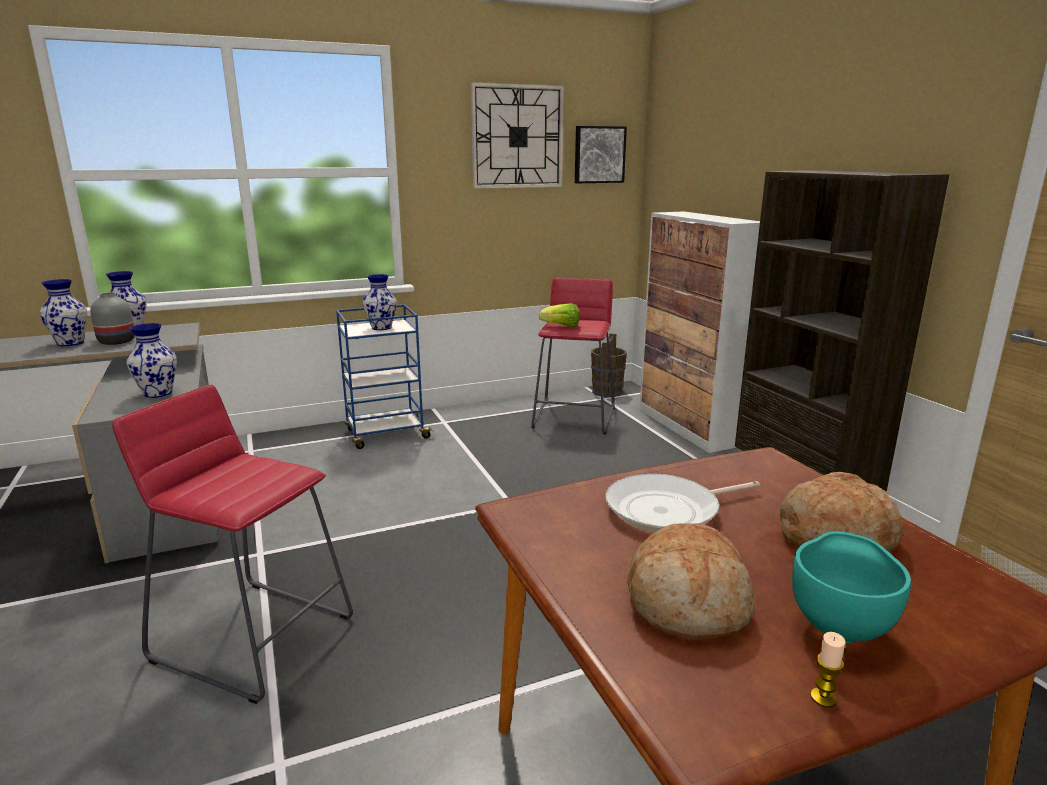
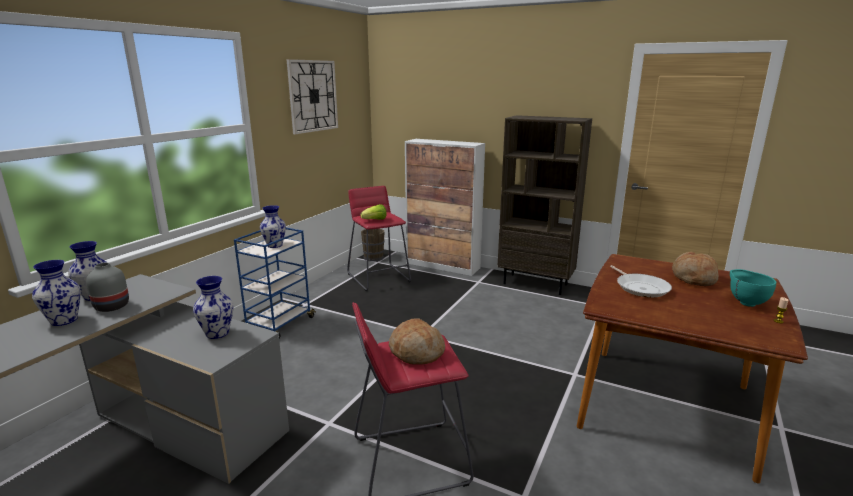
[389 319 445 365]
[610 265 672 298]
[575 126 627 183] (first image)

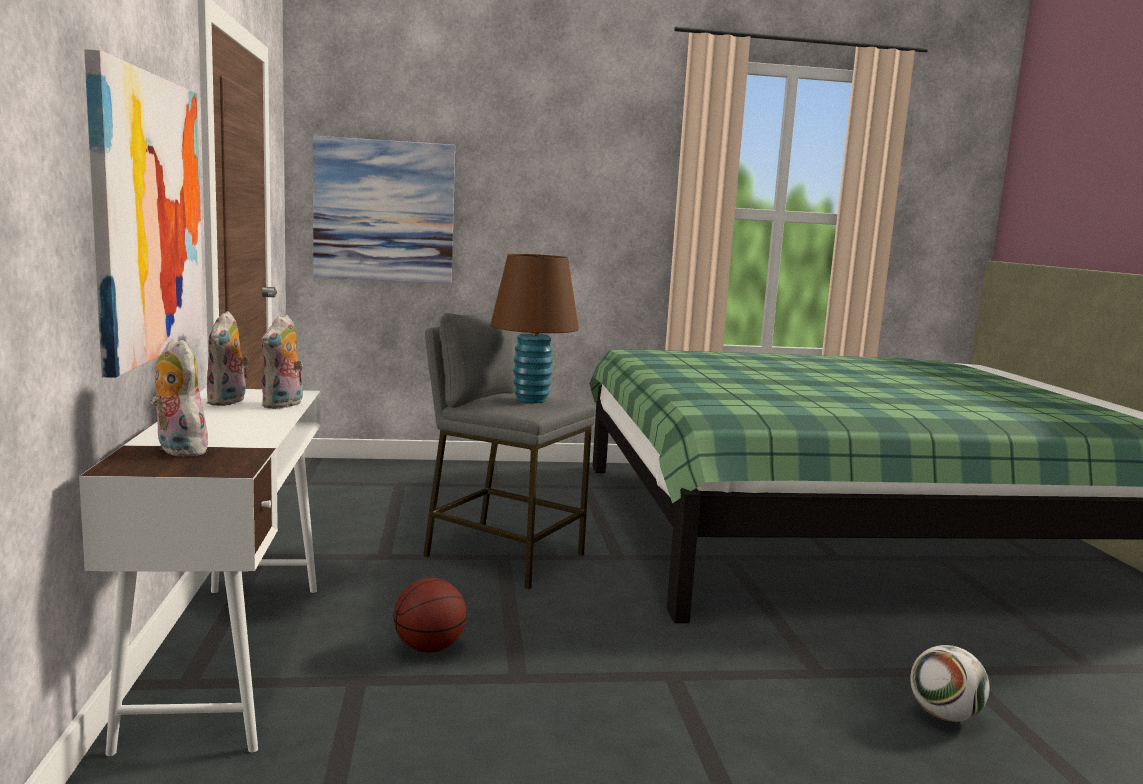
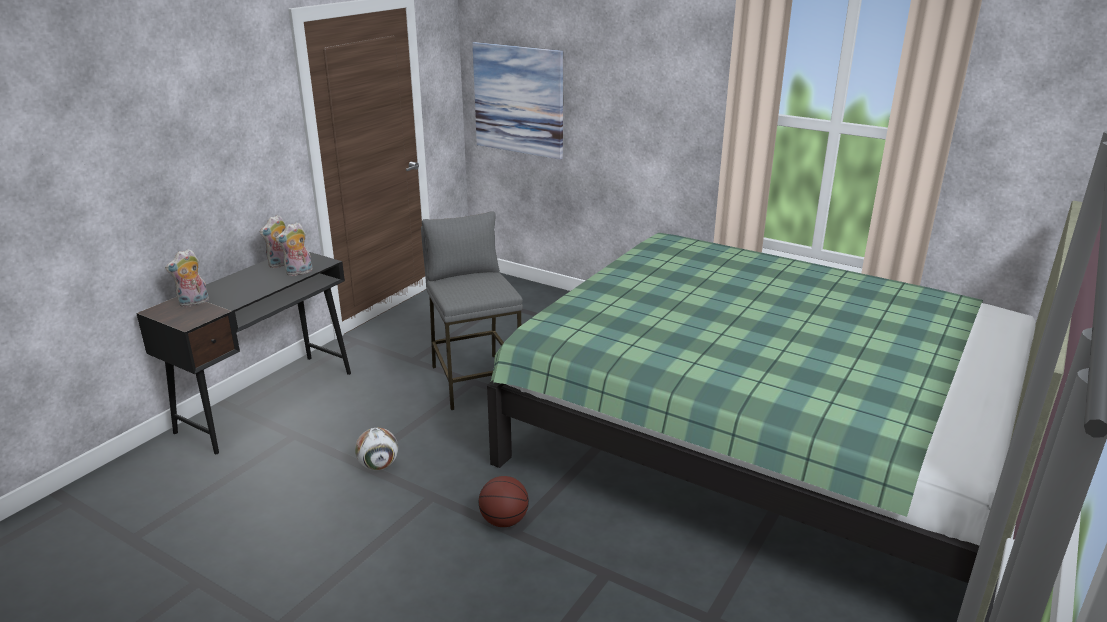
[136 252 351 454]
[165 249 209 307]
[355 428 398 470]
[478 476 529 527]
[84 49 204 378] (first image)
[490 254 579 403] (first image)

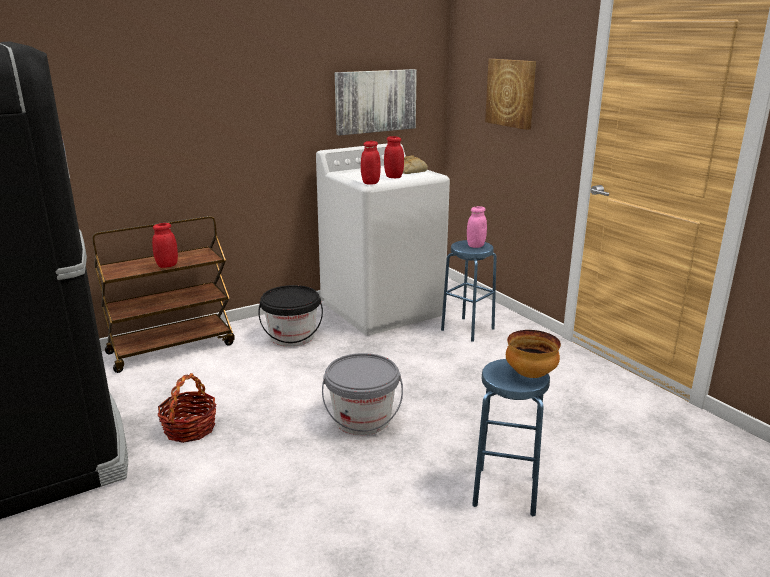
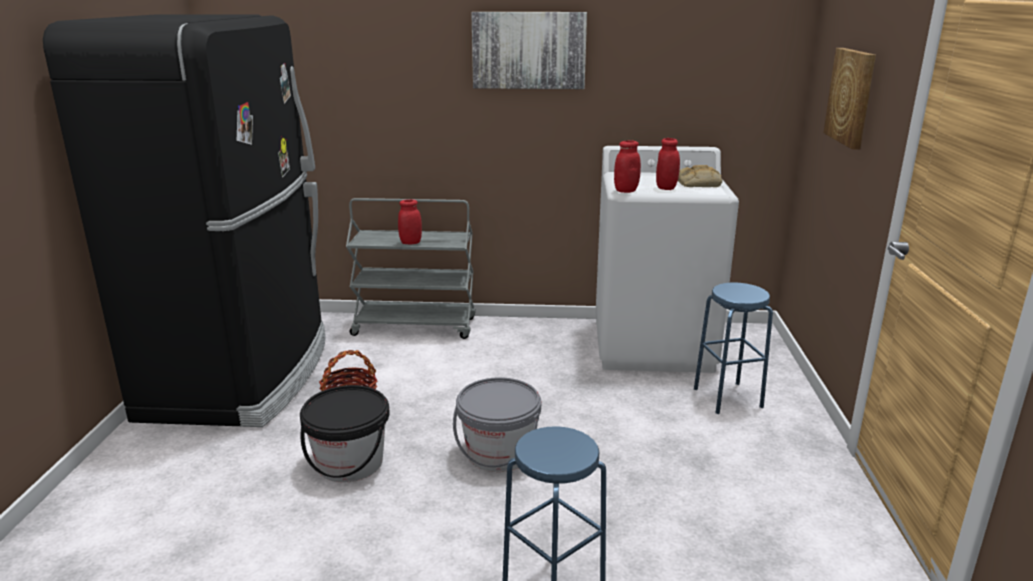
[300 385 390 482]
[346 198 476 339]
[471 12 587 89]
[467 206 487 248] (first image)
[506 330 561 378] (first image)

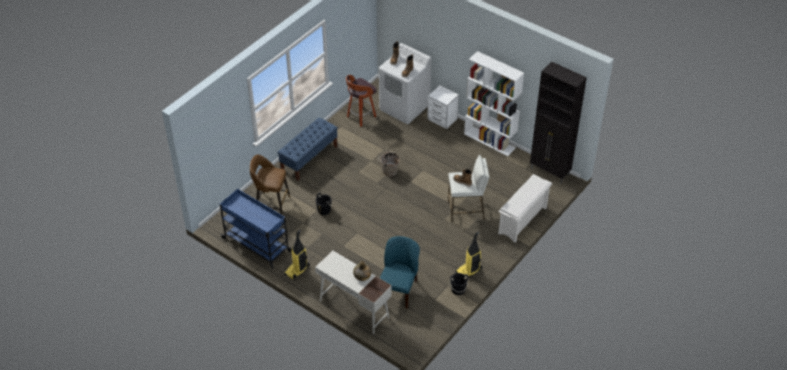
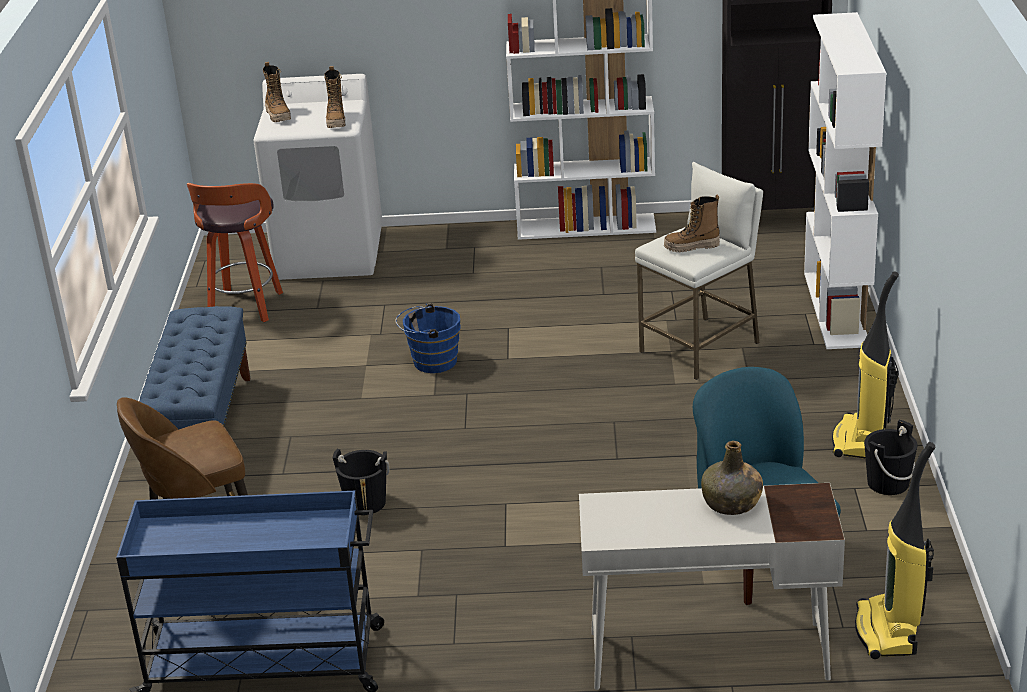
[395 304 461 373]
[804 12 886 349]
[855 442 935 659]
[427 85 459 129] (first image)

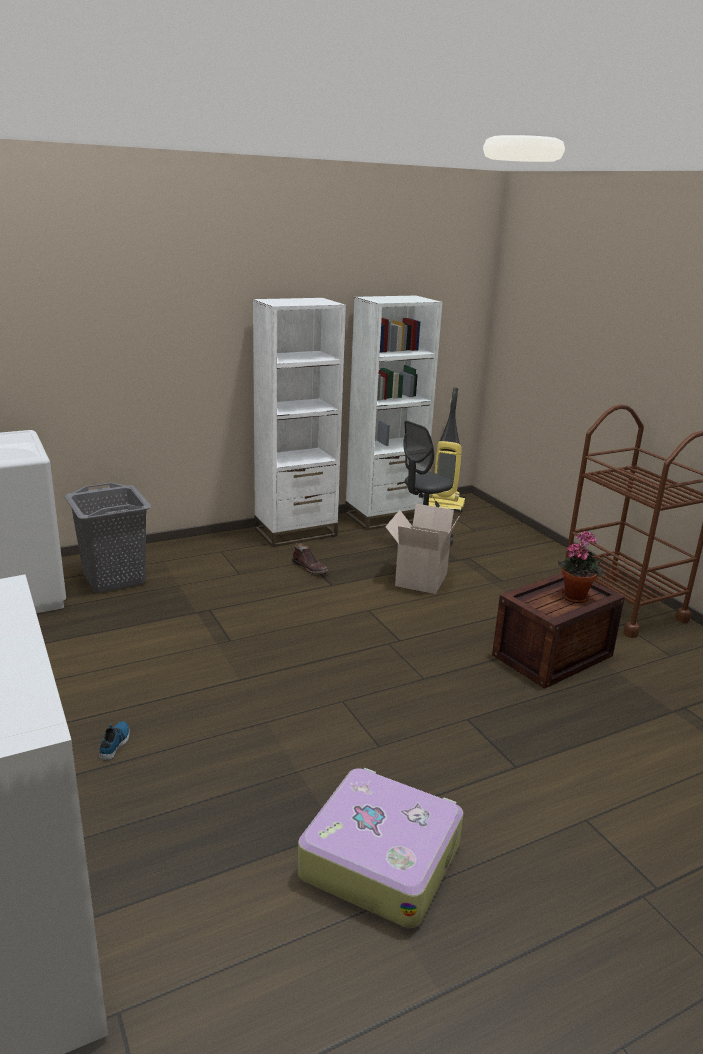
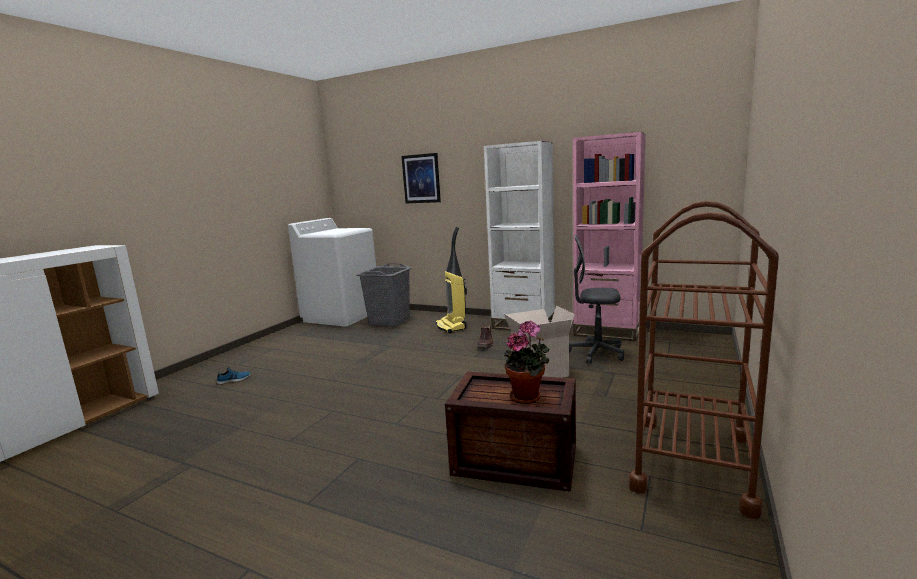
[402 153 441 203]
[436 227 467 333]
[573 132 646 341]
[298 768 464 928] (first image)

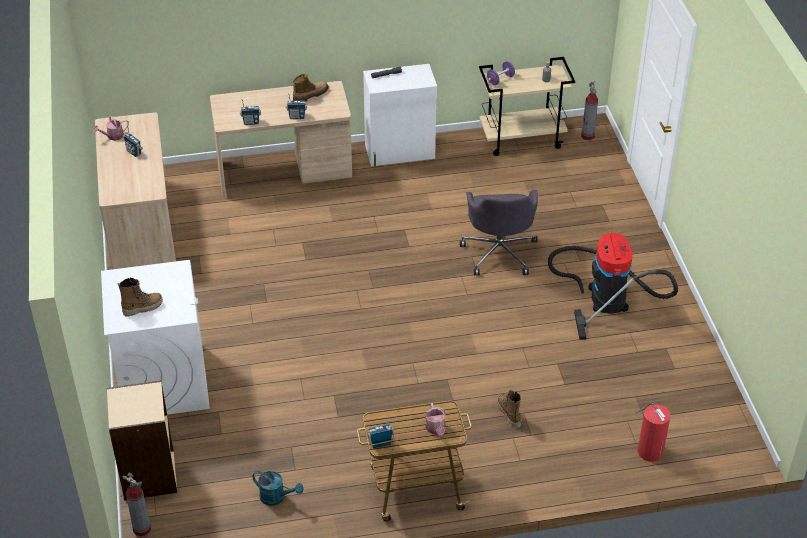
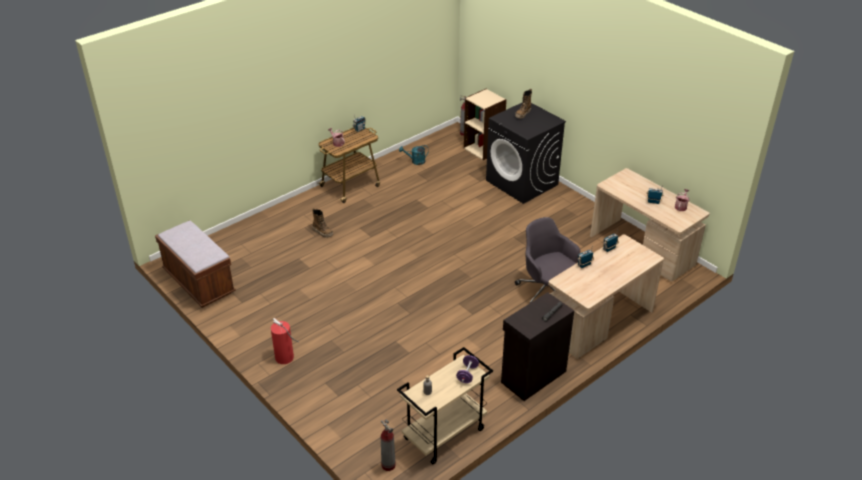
[155 221 236 308]
[271 318 299 364]
[486 103 566 204]
[501 292 574 401]
[515 217 580 303]
[293 74 329 102] (first image)
[548 233 678 340] (first image)

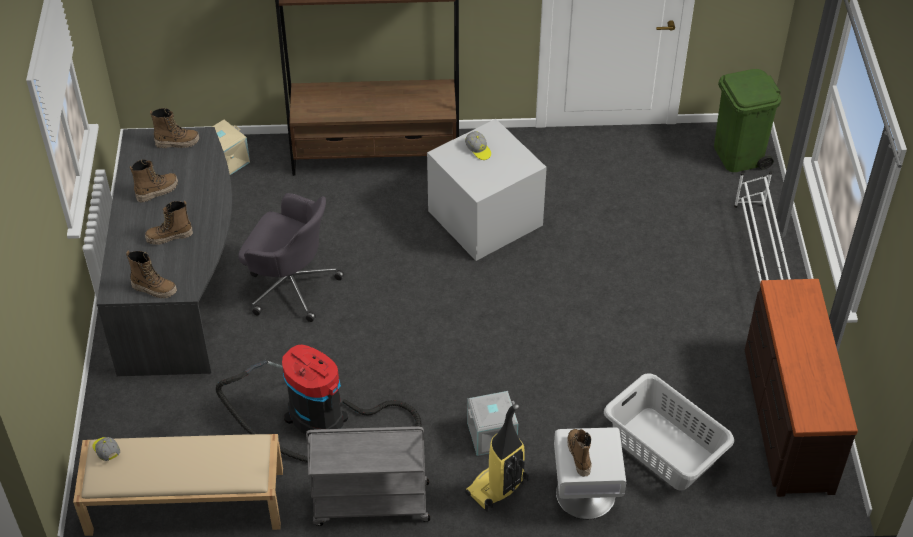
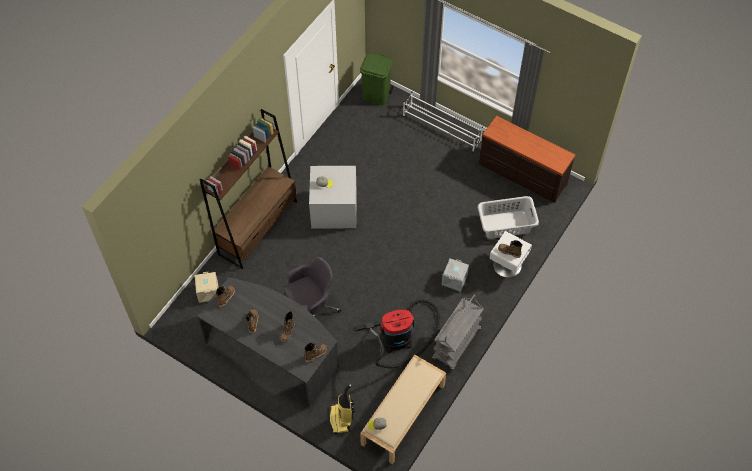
[330 384 355 434]

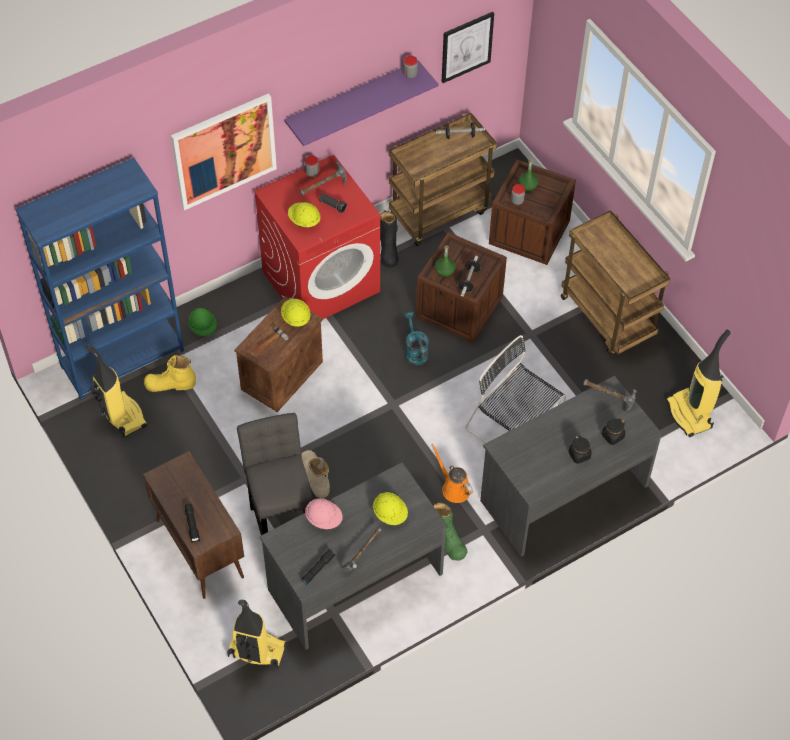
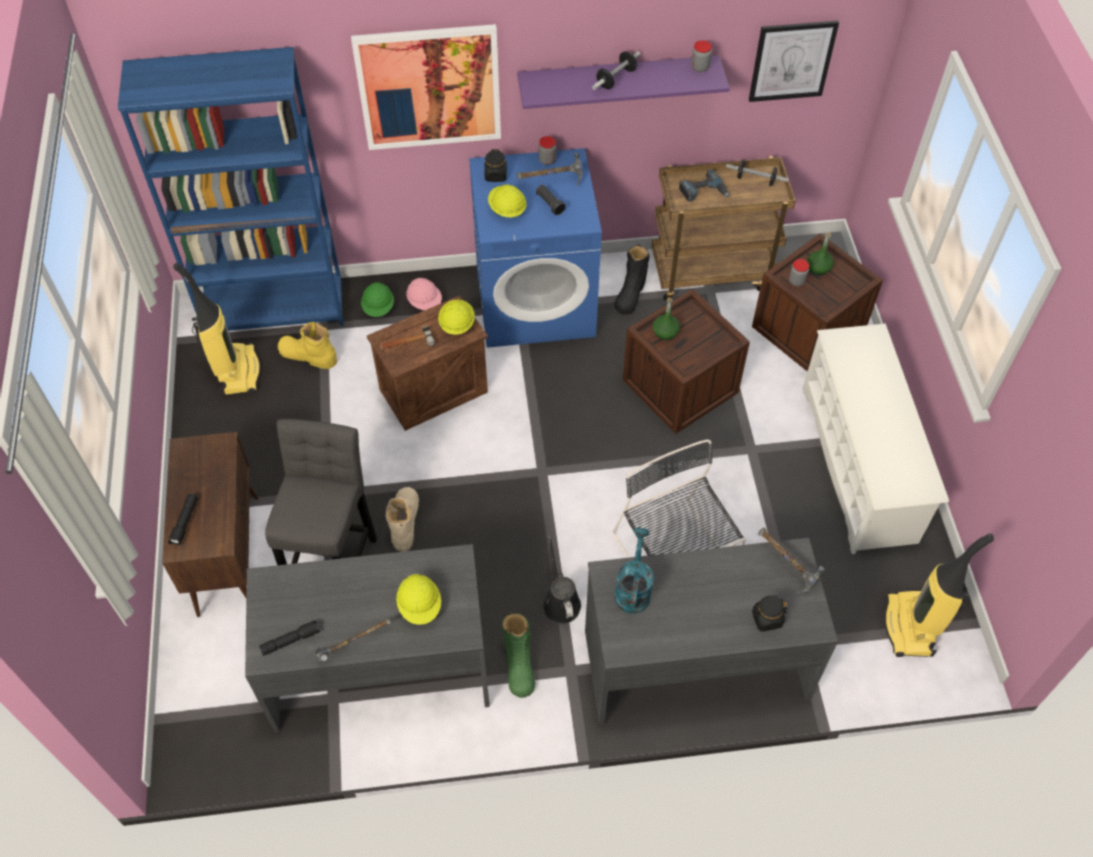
[407 278 442 310]
[469 148 602 348]
[484 149 507 182]
[543 536 581 624]
[592 51 641 90]
[614 528 654 614]
[679 169 729 202]
[802 324 949 554]
[227 600 287 669] (first image)

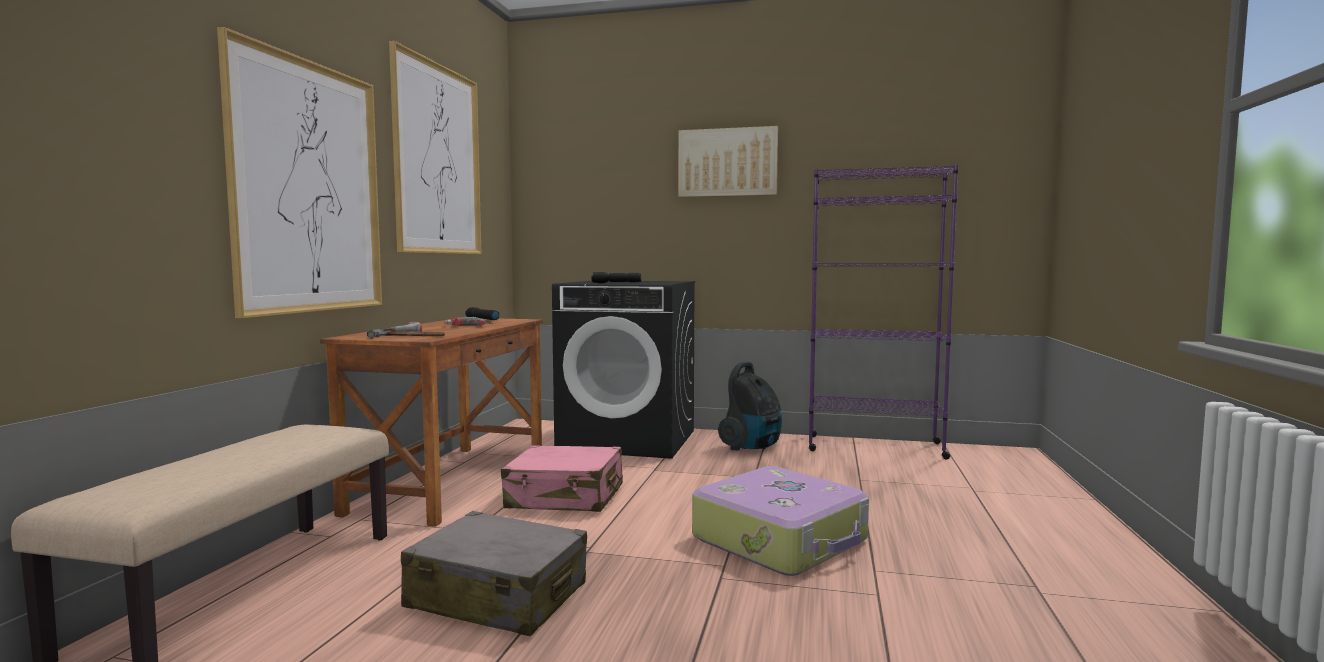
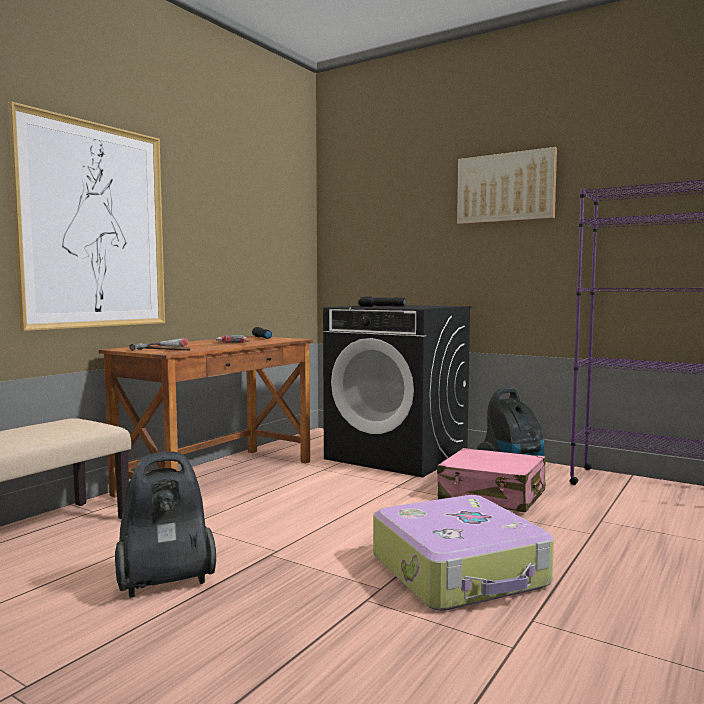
[115 452 216 598]
[437 448 546 512]
[389 41 481 254] (first image)

